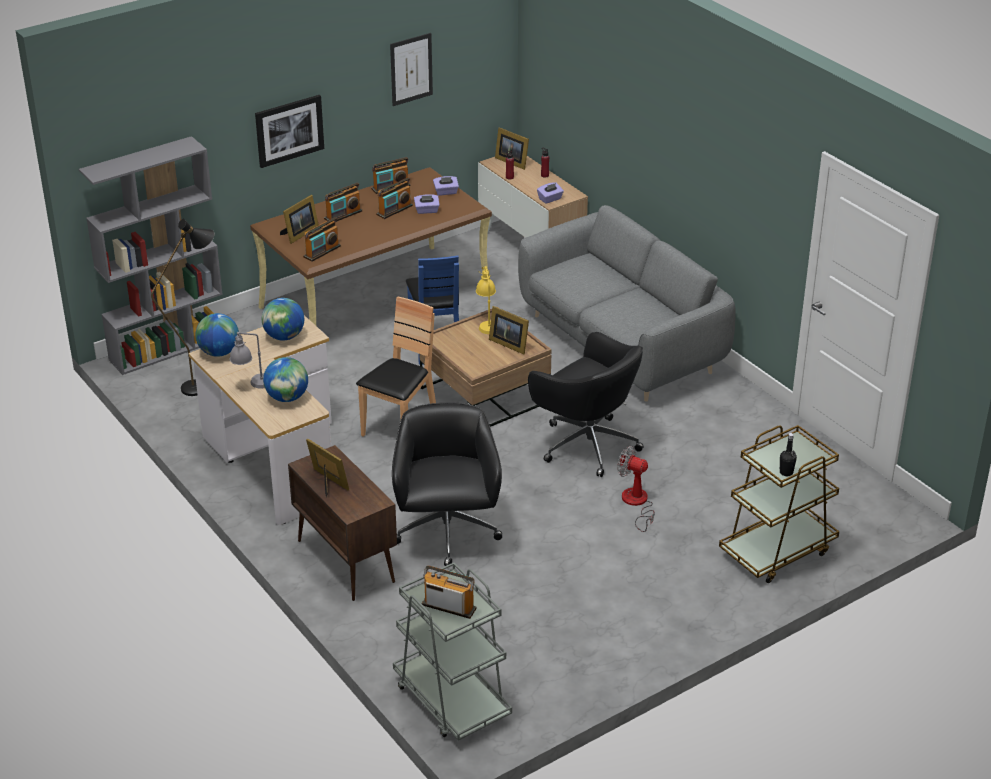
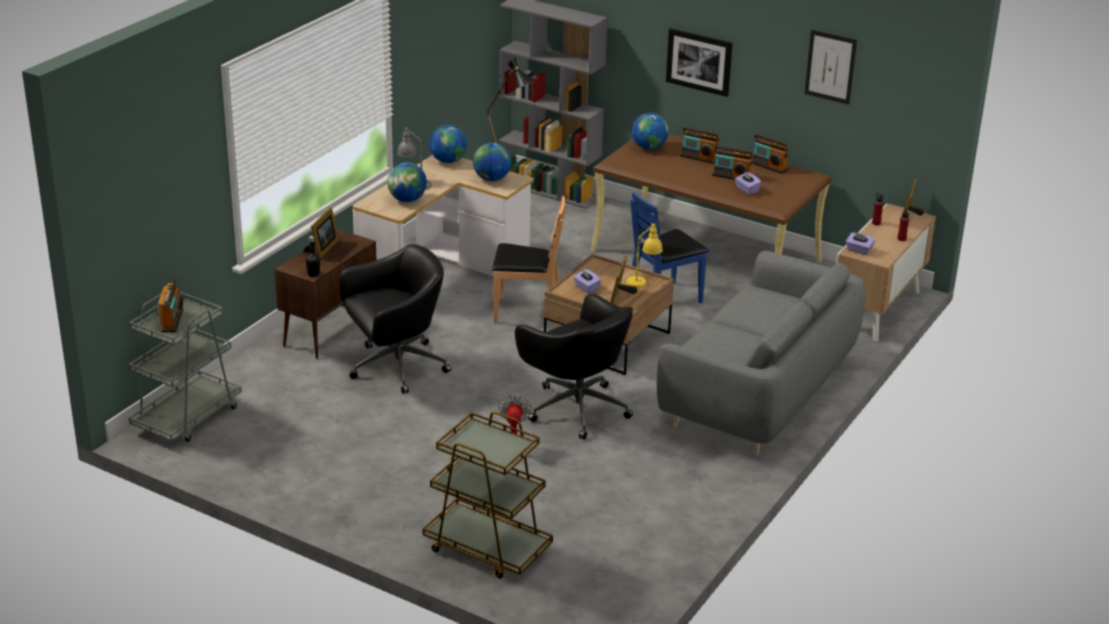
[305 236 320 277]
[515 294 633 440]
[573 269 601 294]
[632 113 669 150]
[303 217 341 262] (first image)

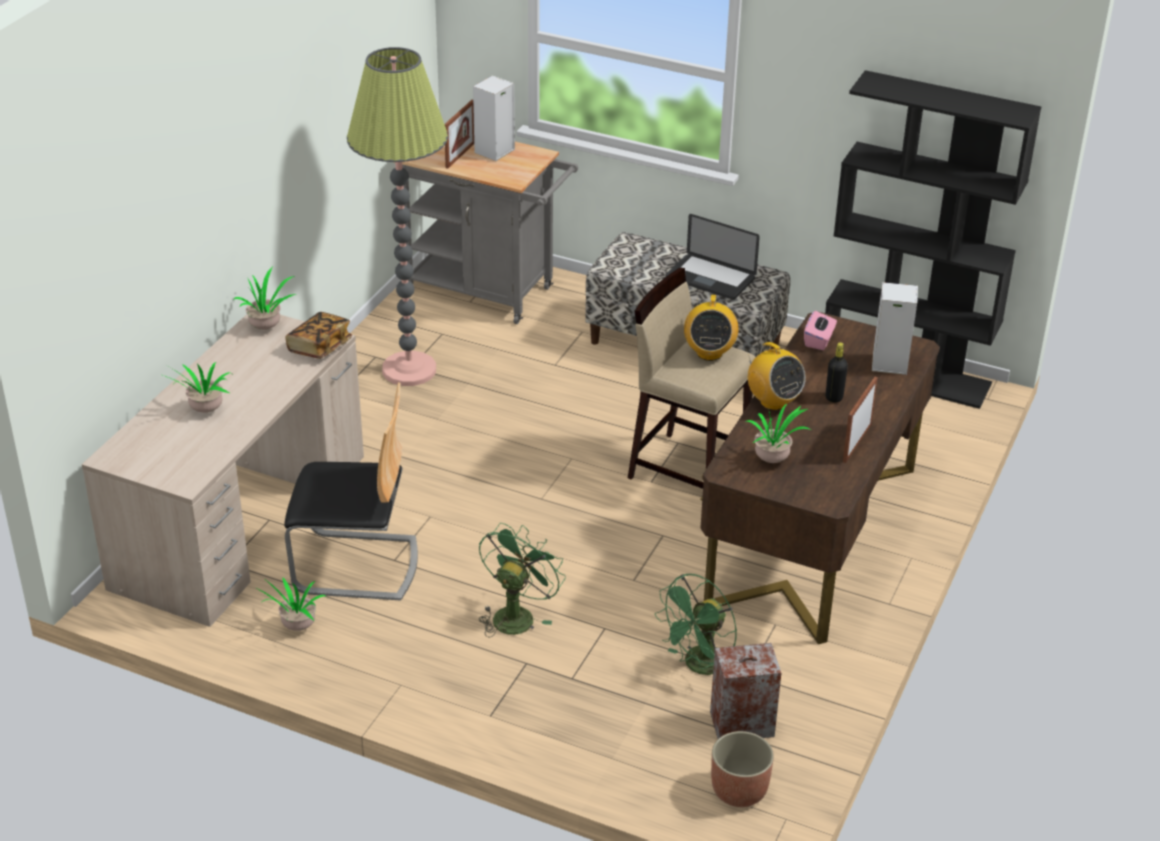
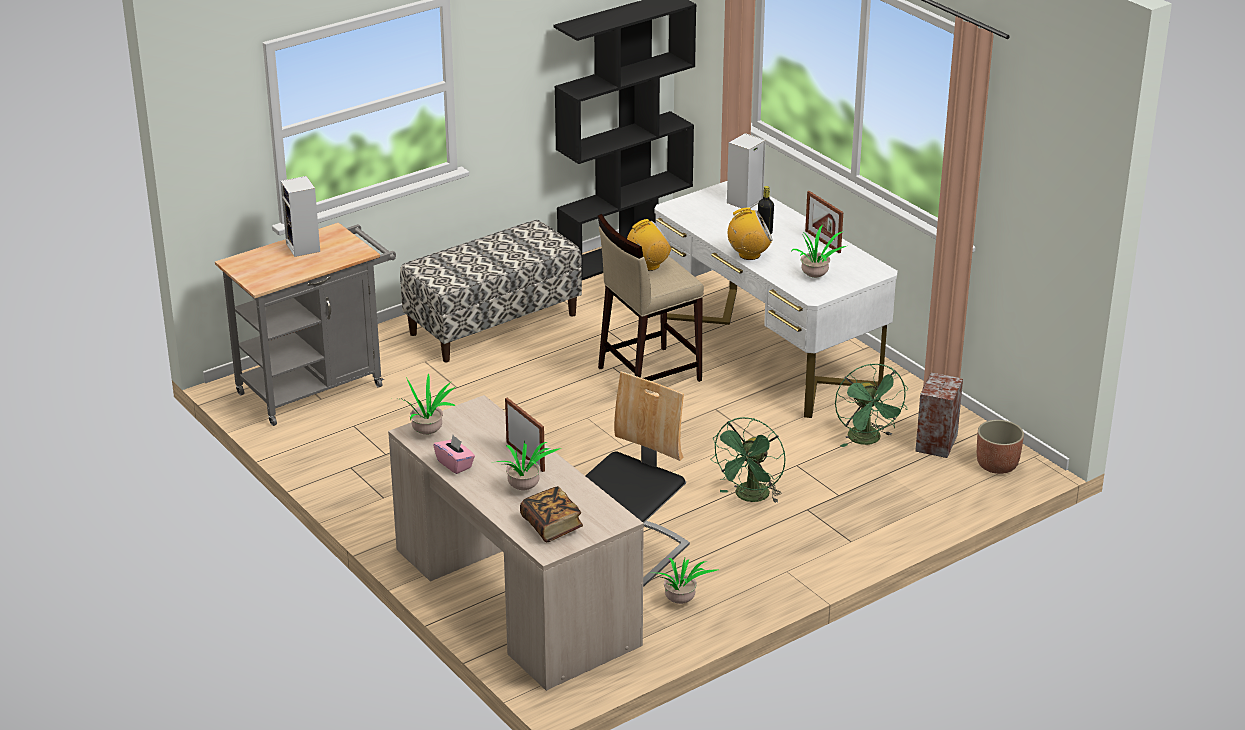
[433 435 475 474]
[505 397 545 472]
[520 486 583 542]
[627 219 672 271]
[654 181 898 418]
[710 417 785 503]
[347 47 448 386] (first image)
[666 214 760 300] (first image)

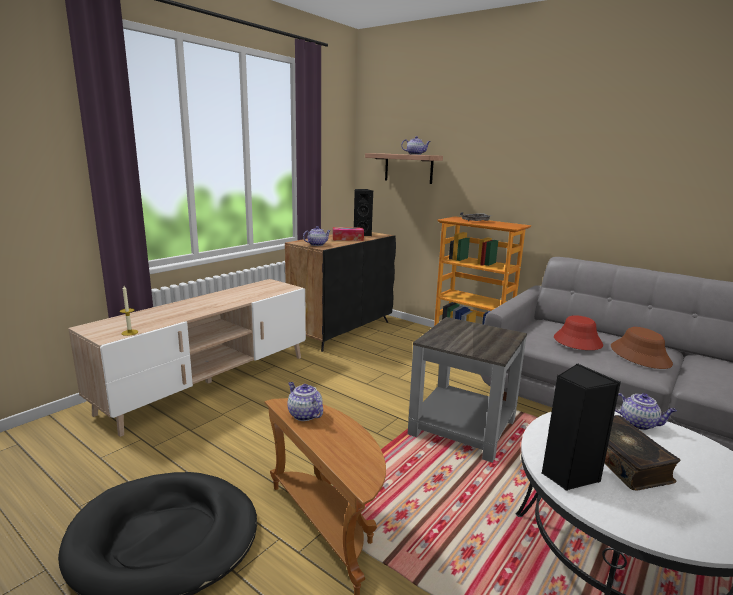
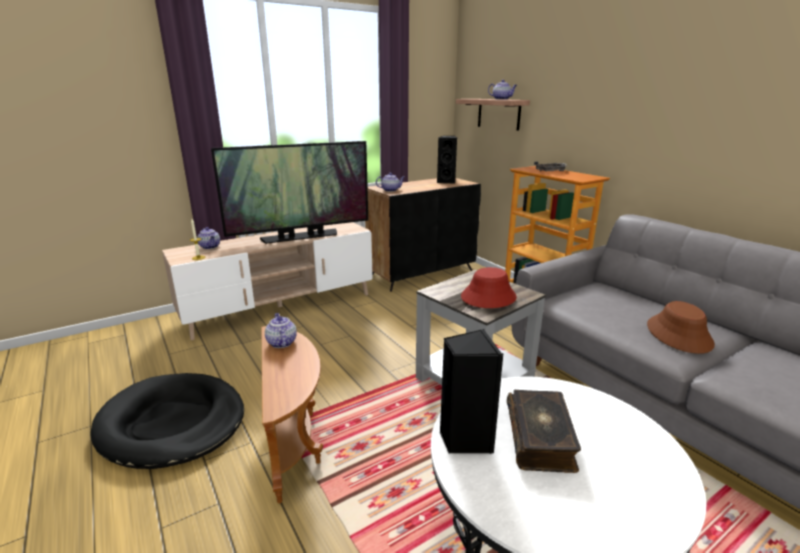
[197 227 220 249]
[211 141 368 244]
[461 267 517 308]
[333 227 364 241] (first image)

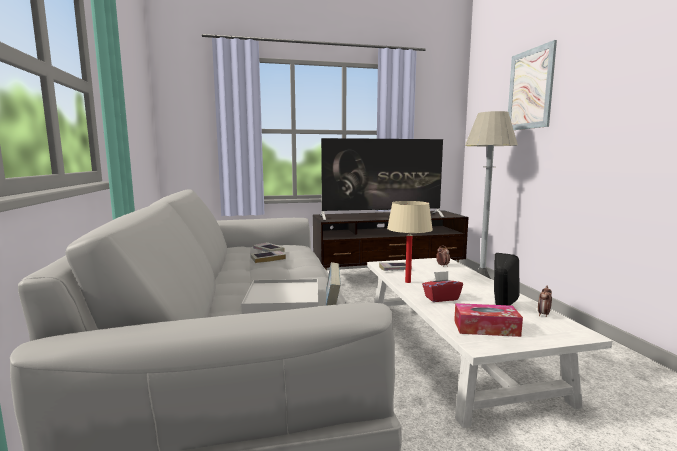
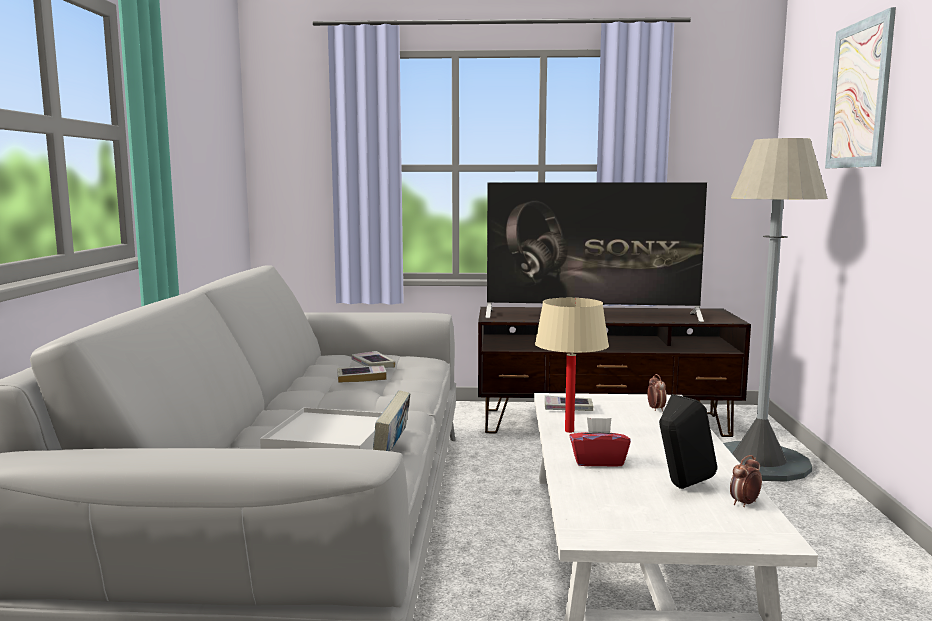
[454 303 523 337] (first image)

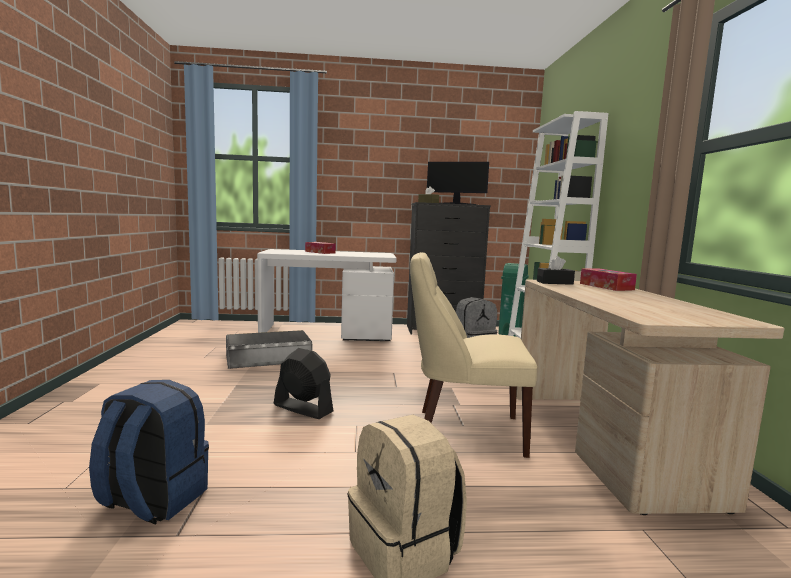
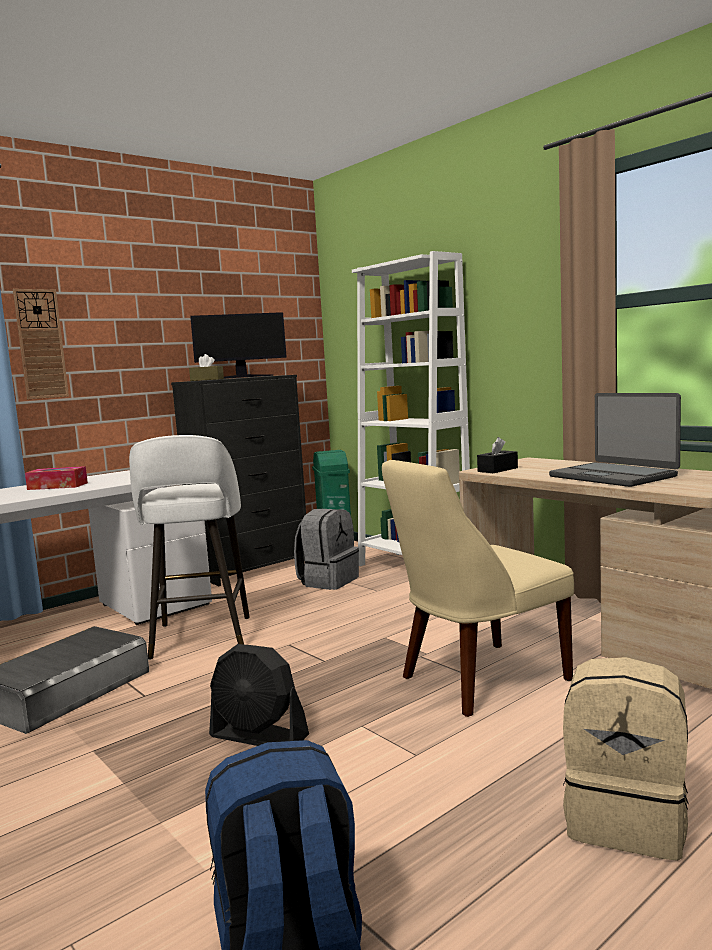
[13 289 69 399]
[129 435 250 660]
[209 644 309 746]
[549 393 681 487]
[580 269 637 291] (first image)

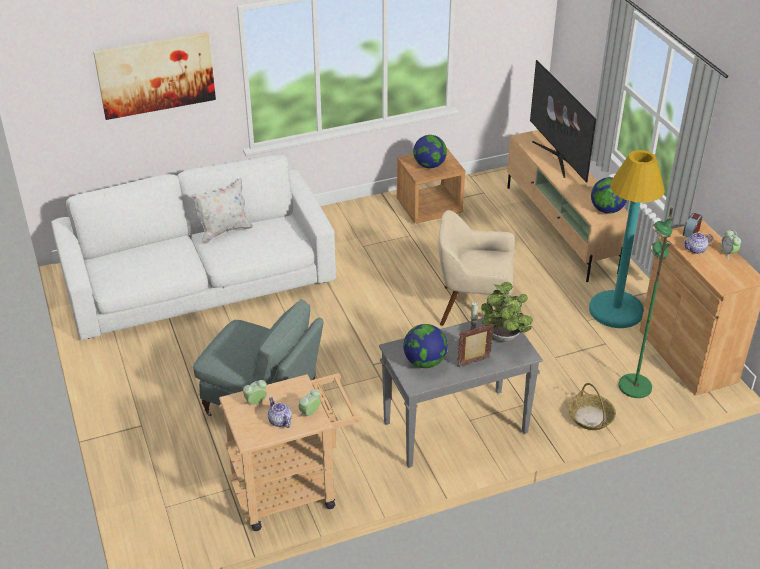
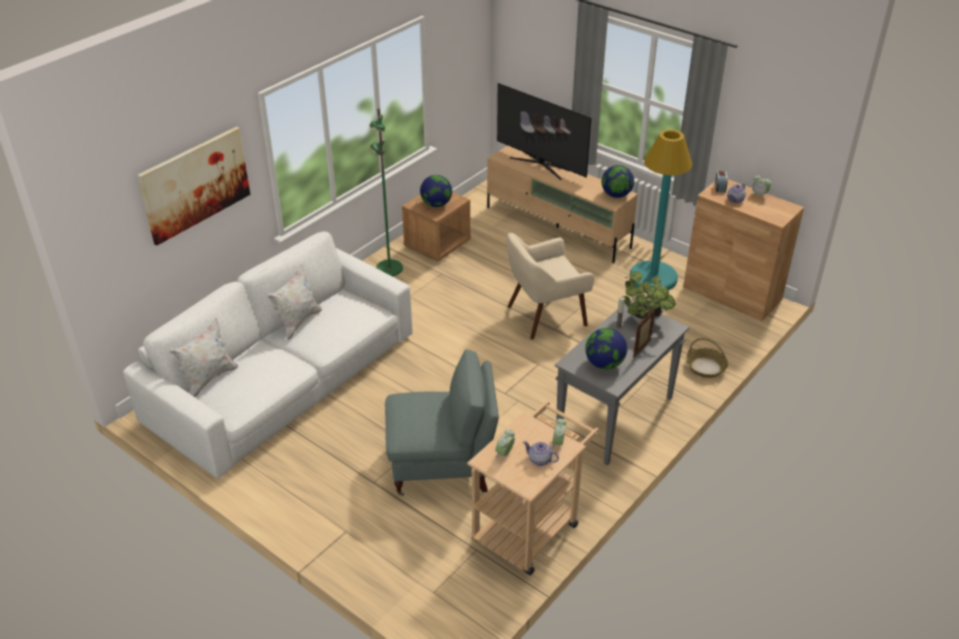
[169 318 238 397]
[369 108 403 276]

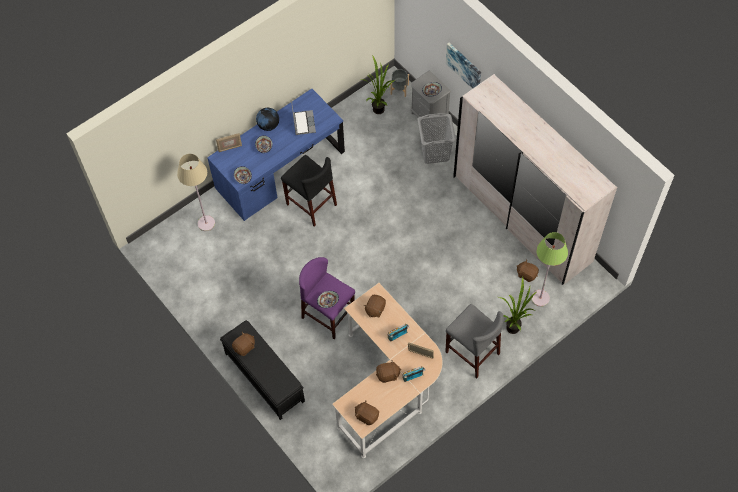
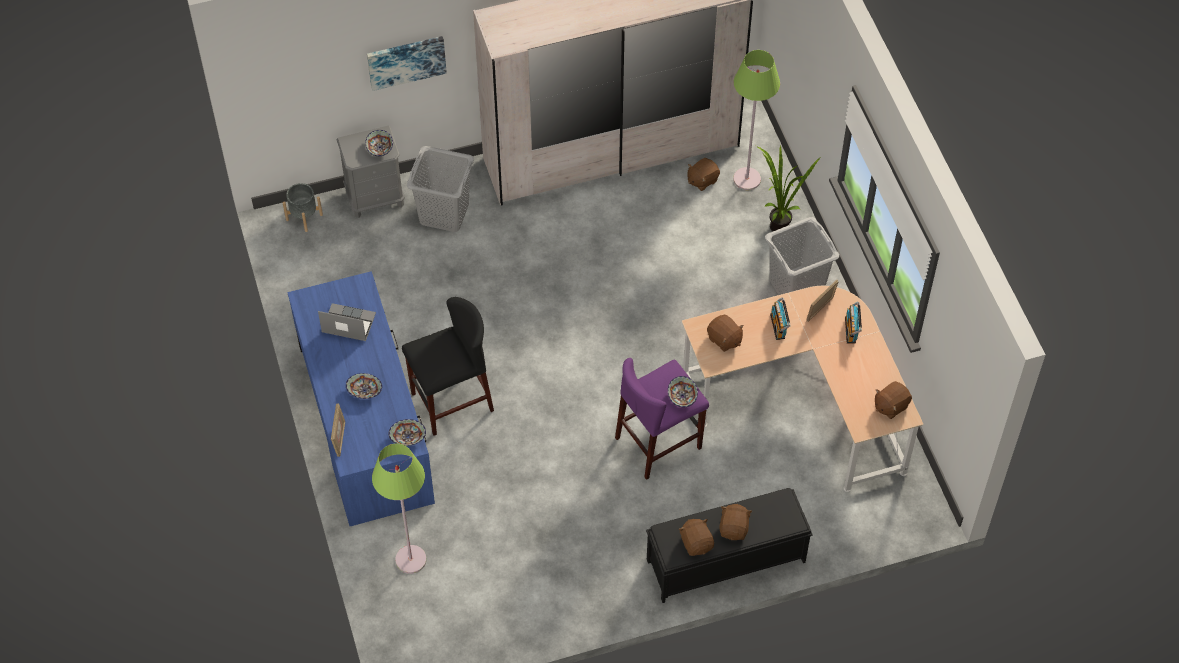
[372 444 426 574]
[720 504 752 540]
[765 217 839 295]
[256 108 279 131] (first image)
[361 55 395 114] (first image)

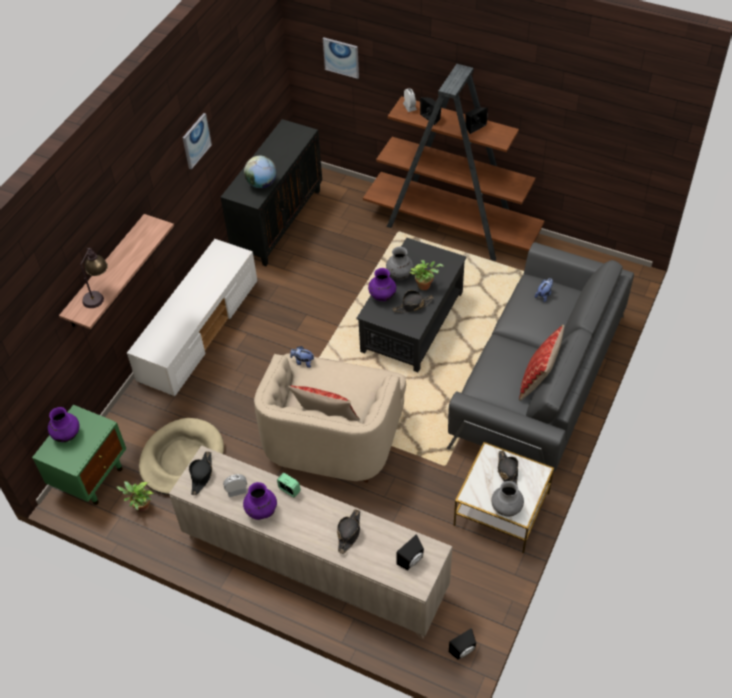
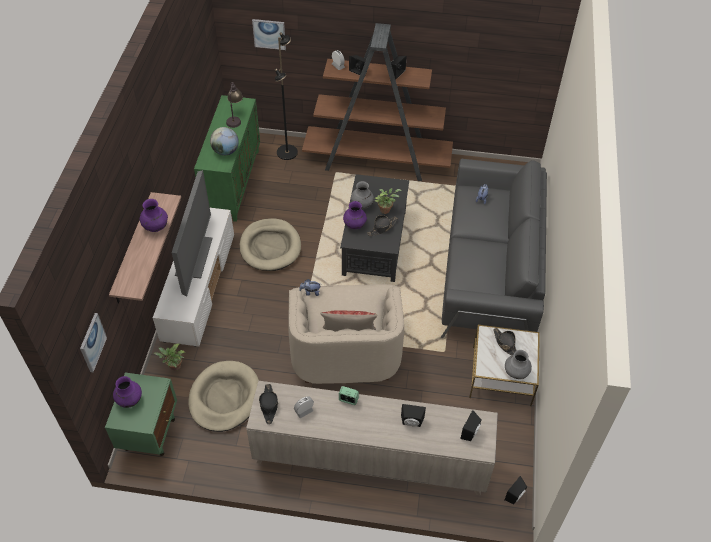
[80 313 107 372]
[140 199 168 232]
[153 344 185 371]
[172 170 212 296]
[194 95 260 222]
[226 82 243 128]
[240 218 301 271]
[275 32 298 160]
[401 404 426 427]
[519 325 564 401] (first image)

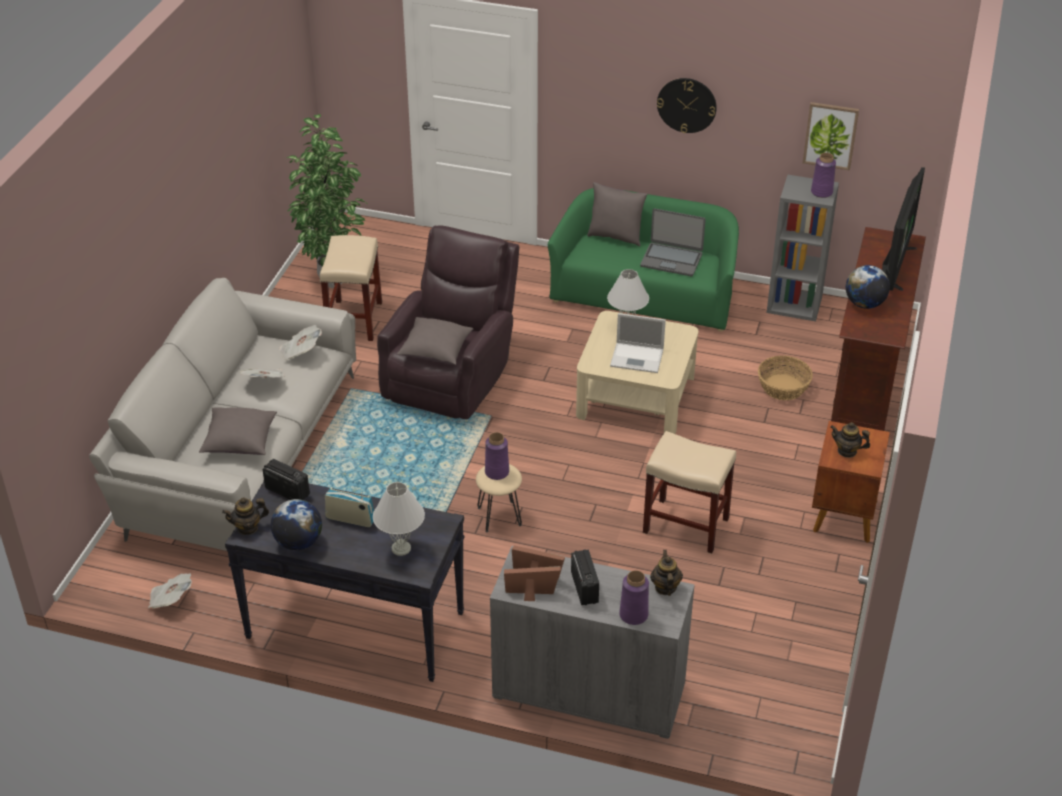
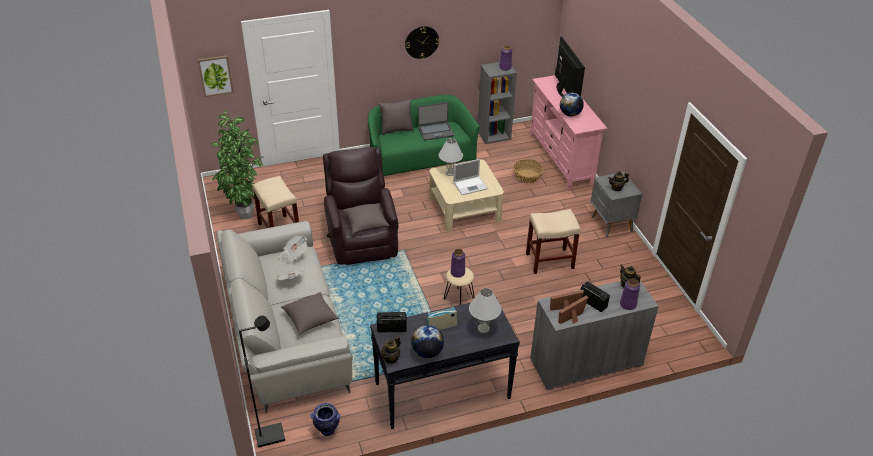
[198 55 234 97]
[239 315 285 448]
[310 403 340 436]
[530 75 608 190]
[591 172 642 238]

